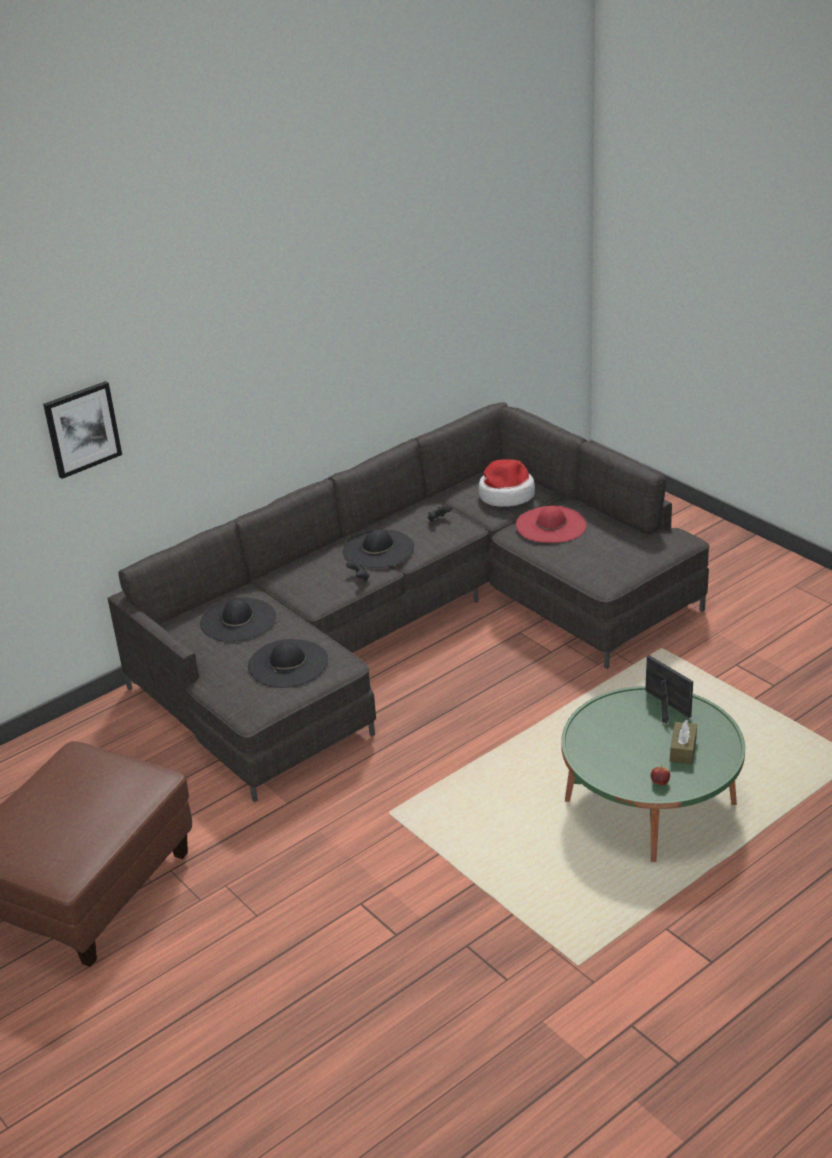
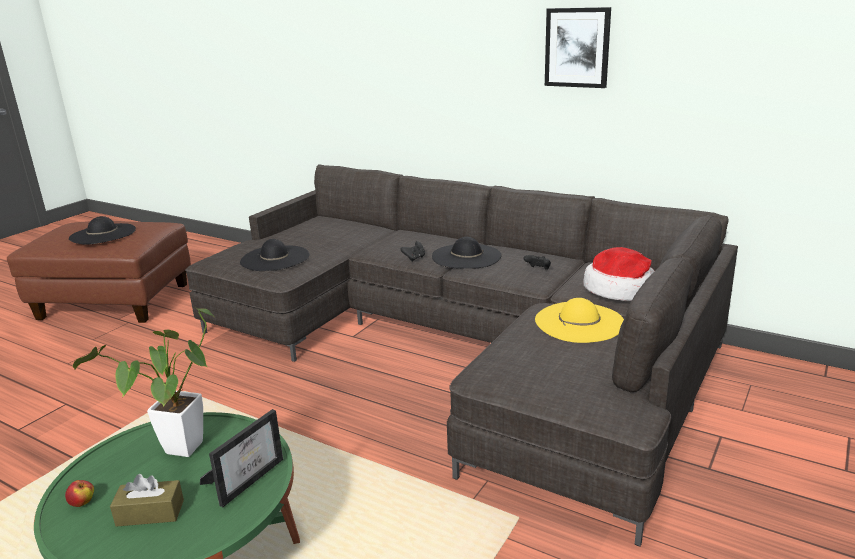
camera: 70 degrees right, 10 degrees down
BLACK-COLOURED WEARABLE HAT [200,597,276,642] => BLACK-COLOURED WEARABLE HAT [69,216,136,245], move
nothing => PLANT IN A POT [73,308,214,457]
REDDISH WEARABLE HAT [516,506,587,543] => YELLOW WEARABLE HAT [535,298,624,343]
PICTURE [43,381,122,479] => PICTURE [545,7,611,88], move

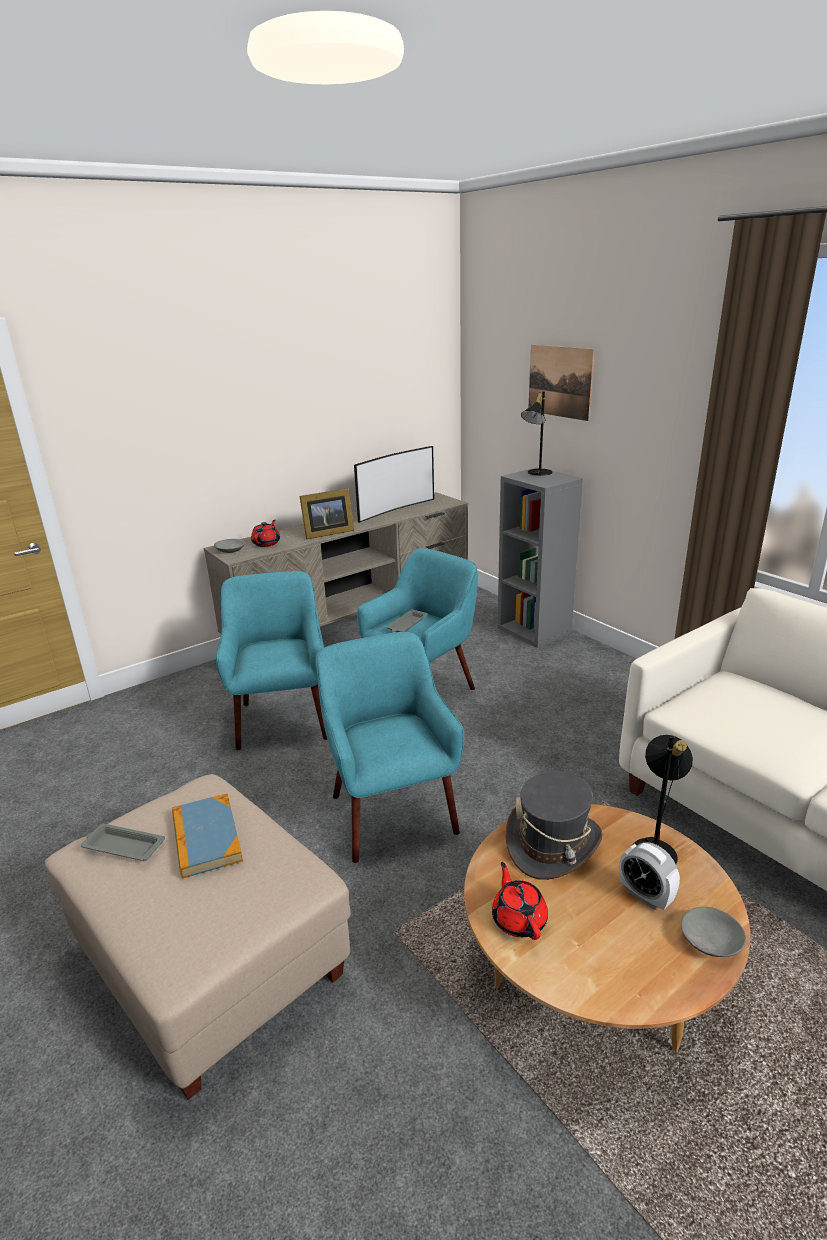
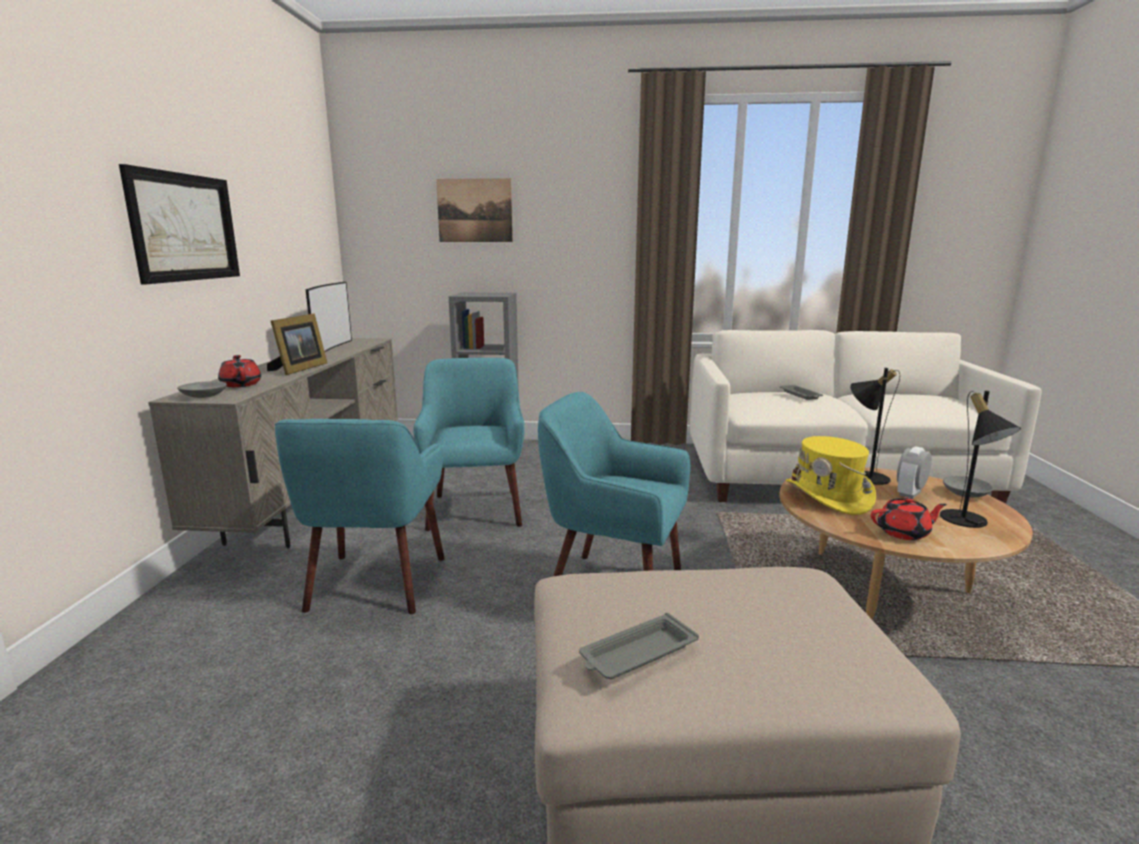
camera: 50 degrees left, 10 degrees down
nothing => PICTURE [119,164,240,284]
BLUE-GREEN EASY CHAIR [216,571,327,750] => BLUE-GREEN EASY CHAIR [275,419,445,614], 120 degrees counterclockwise
GREY SERVING TRAY [386,609,428,632] => GREY SERVING TRAY [780,385,823,400], move
GREY WEARABLE HAT [505,771,603,880] => YELLOW WEARABLE HAT [786,436,876,515]
REDDISH TEA POT [492,862,548,940] => REDDISH TEA POT [871,497,947,540], 150 degrees clockwise
TABLE CLOCK [619,842,680,910] => TABLE CLOCK [897,446,932,499], 135 degrees clockwise
BLACK-COLOURED LAMP FOR A TABLE [521,391,552,476] => BLACK-COLOURED LAMP FOR A TABLE [940,390,1021,528], move
BOOK [172,793,243,879] => nothing

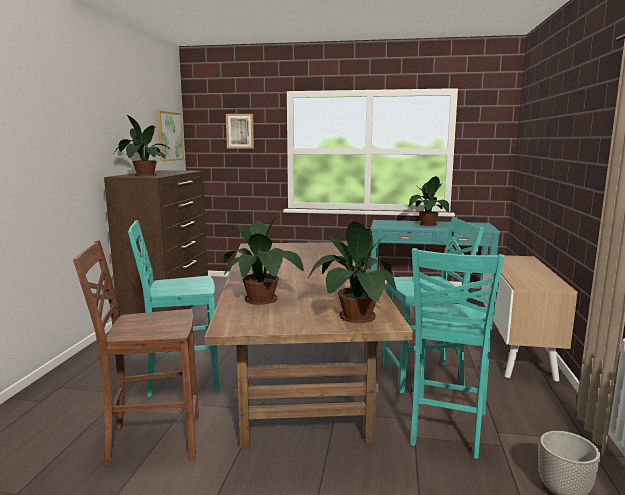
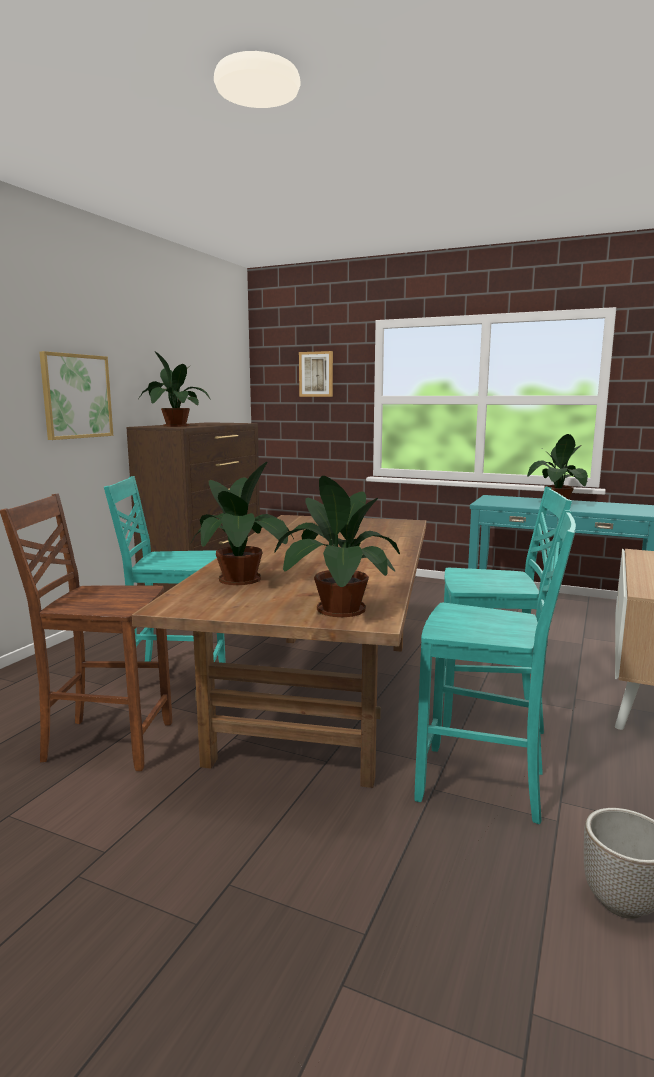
camera: 15 degrees right, 0 degrees up
PICTURE [157,111,184,162] => PICTURE [39,351,113,440], move
BLUE-GREEN CHAIR [410,248,504,458] => BLUE-GREEN CHAIR [414,510,576,824], 105 degrees counterclockwise

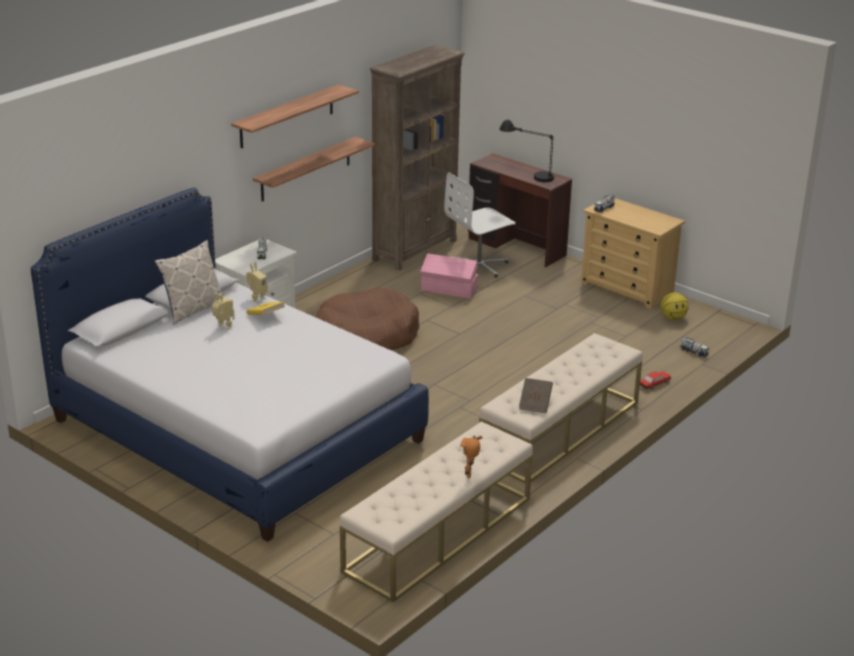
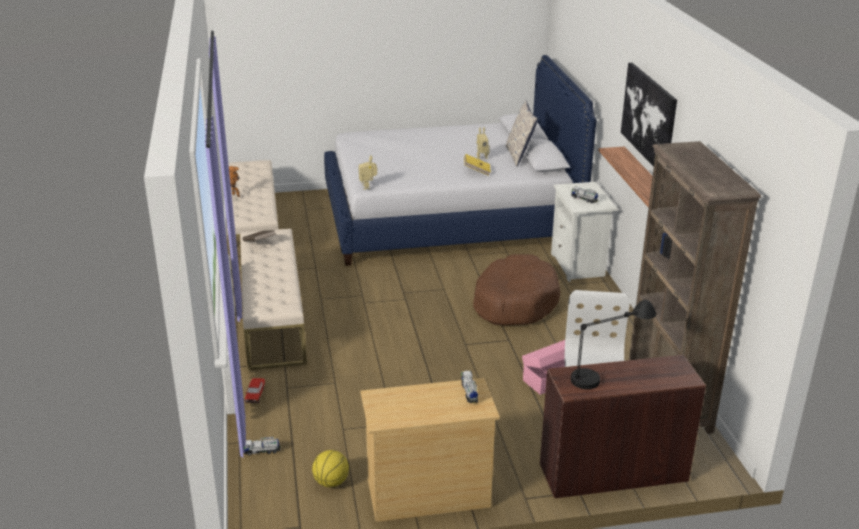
camera: 130 degrees right, 0 degrees up
MODEL ROBOT [246,262,268,303] => MODEL ROBOT [359,155,377,190], move
WALL SHELF [231,84,359,148] => PICTURE [621,63,677,167]

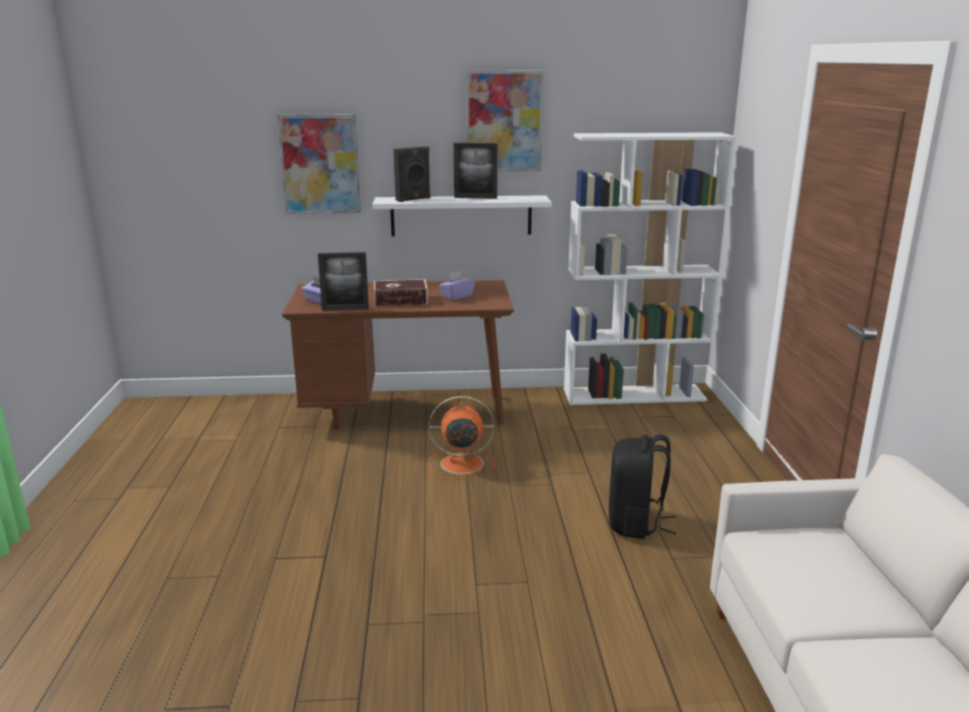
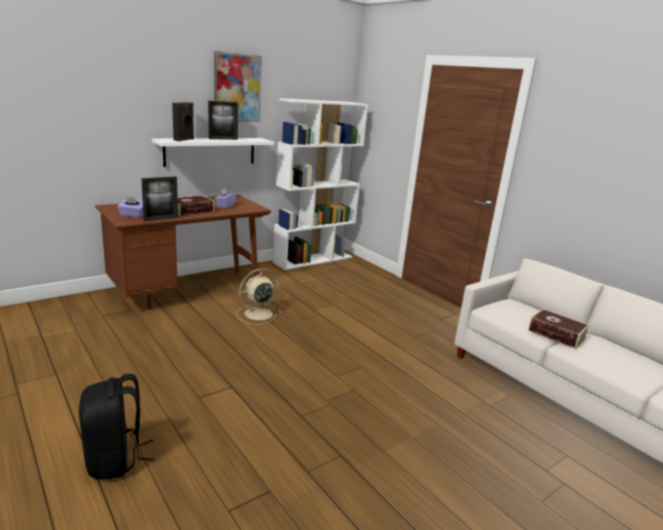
camera: 35 degrees left, 0 degrees up
BLACK-COLOURED KNAPSACK [609,434,676,539] => BLACK-COLOURED KNAPSACK [79,374,154,480], move
ORANGE-COLOURED ELECTRIC FAN [429,396,496,480] => SAND-COLOURED ELECTRIC FAN [236,268,282,325]
nothing => BOOK [528,309,590,349]
PICTURE [277,114,361,214] => nothing

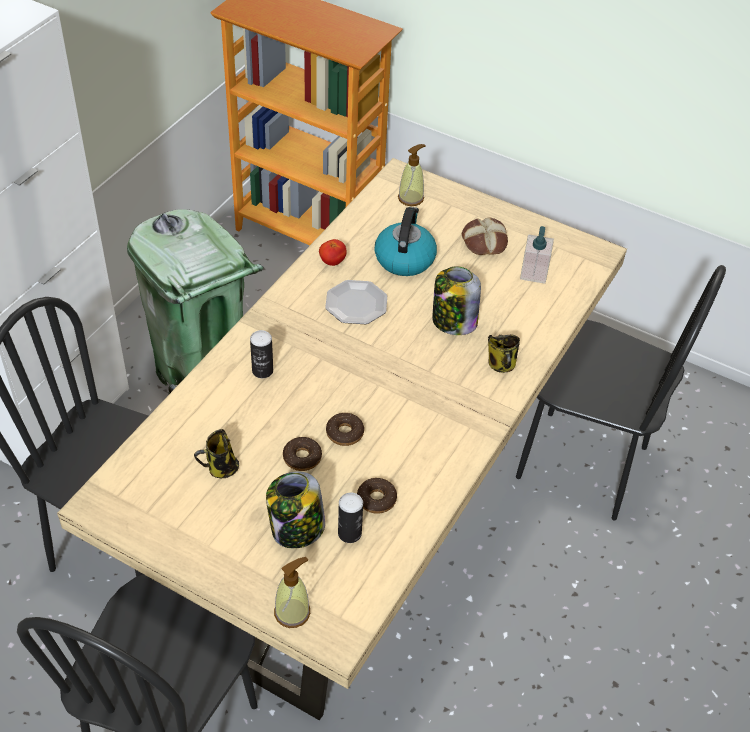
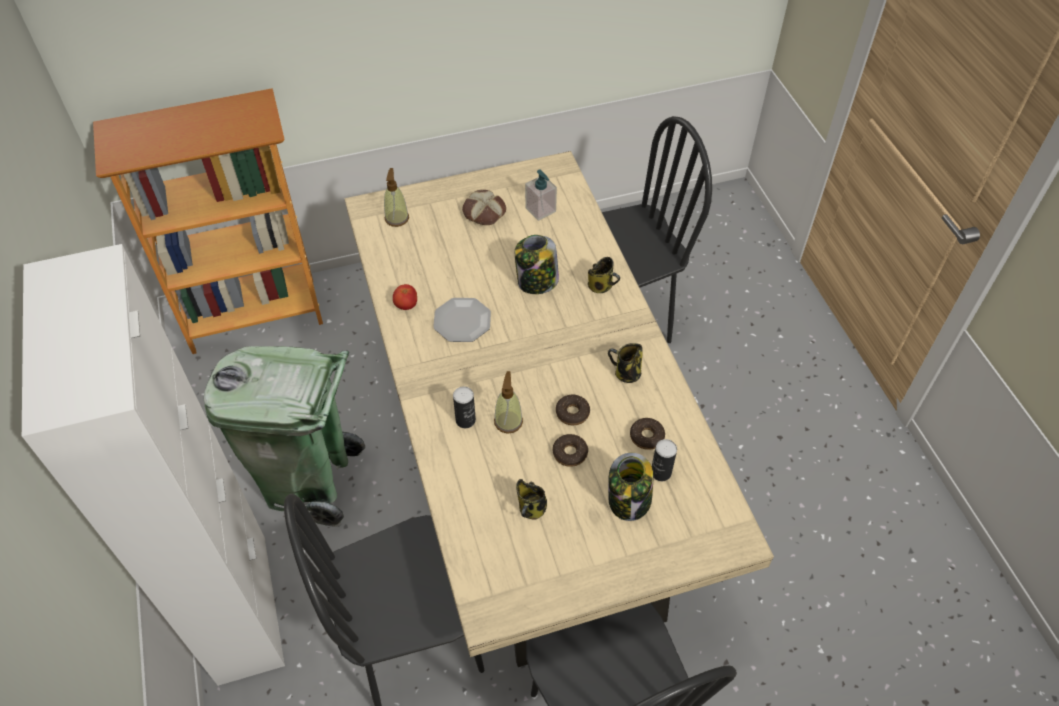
camera: 45 degrees left, 5 degrees up
SOAP BOTTLE [274,557,310,628] => SOAP BOTTLE [494,371,523,434], move
nothing => COFFEE MUG [608,343,643,383]
TEA KETTLE [374,207,437,276] => nothing

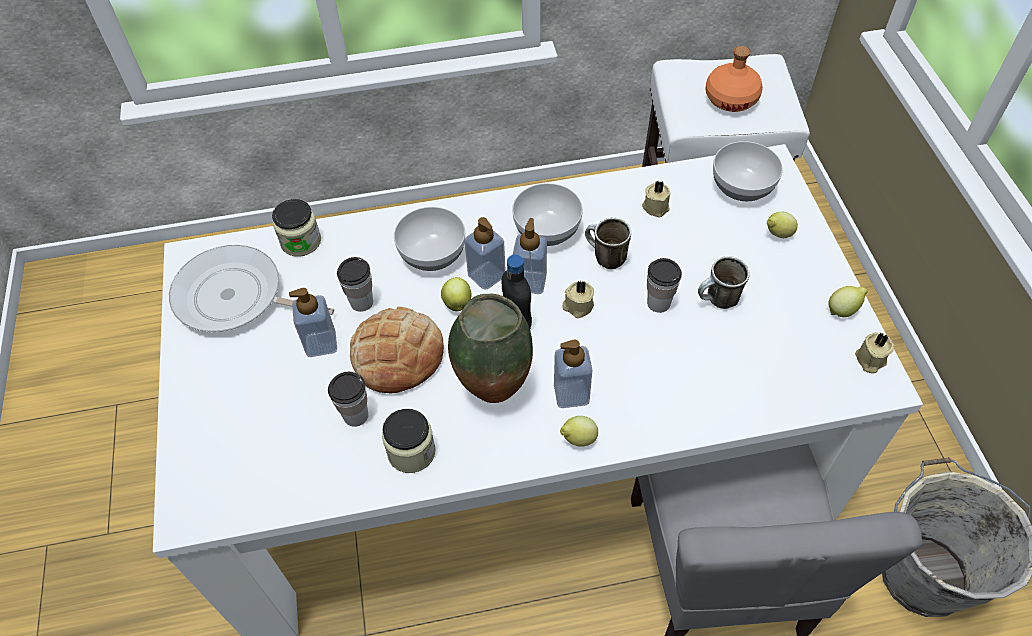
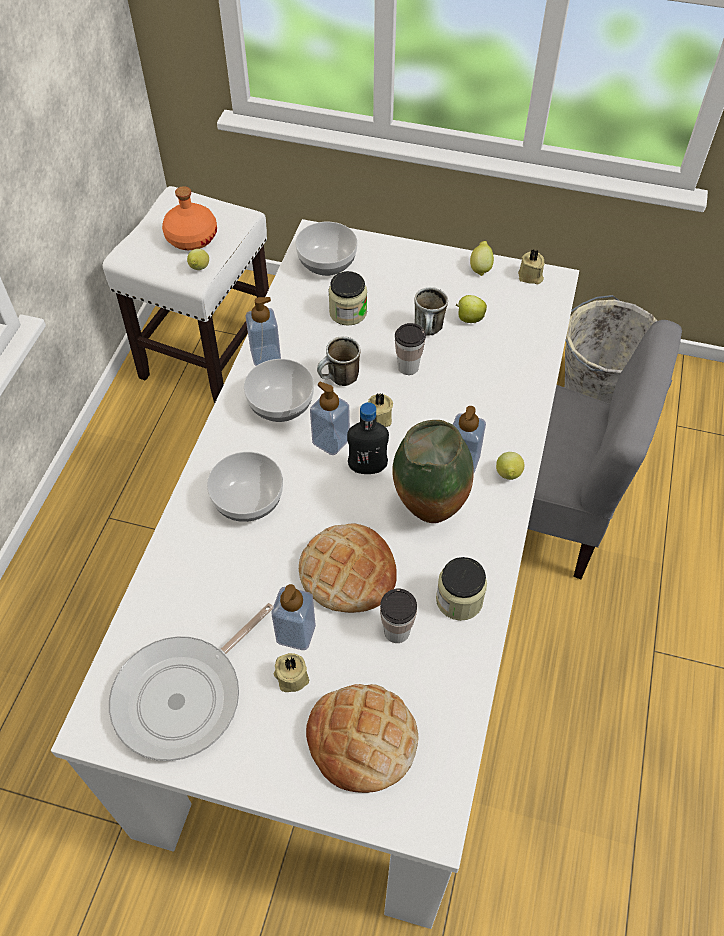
camera: 65 degrees left, 0 degrees up
LEMON [767,212,798,238] => LEMON [187,249,209,270], move
SOAP BOTTLE [464,217,506,290] => SOAP BOTTLE [245,297,281,366], move
SAND-COLOURED CANDLE [642,180,670,218] => SAND-COLOURED CANDLE [274,653,309,692], move
nothing => BREAD [306,684,418,793]
JAR [272,199,321,257] => JAR [328,271,367,326], move
WHOLE APPLE [441,277,471,311] => WHOLE APPLE [456,295,487,323], move
DRINKING CUP [337,257,373,312] => nothing

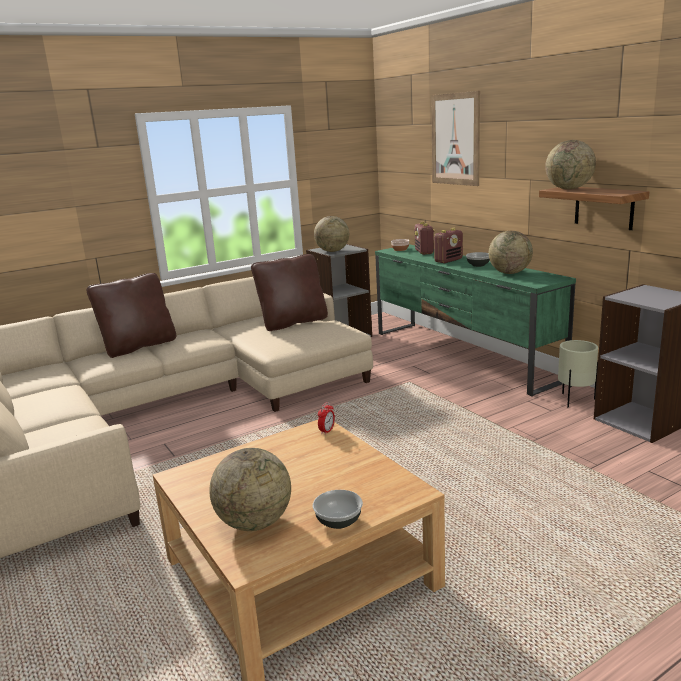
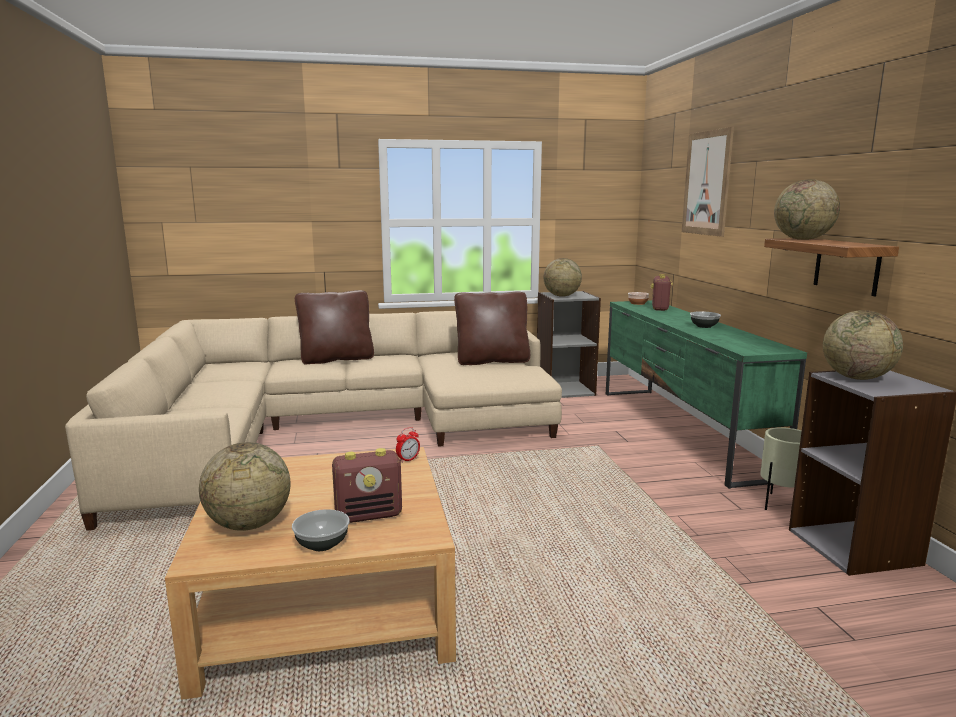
camera: 20 degrees right, 5 degrees down
RADIO [434,228,463,263] => RADIO [332,448,402,523], move
GLOBE [489,231,533,274] => GLOBE [823,310,903,380], move

